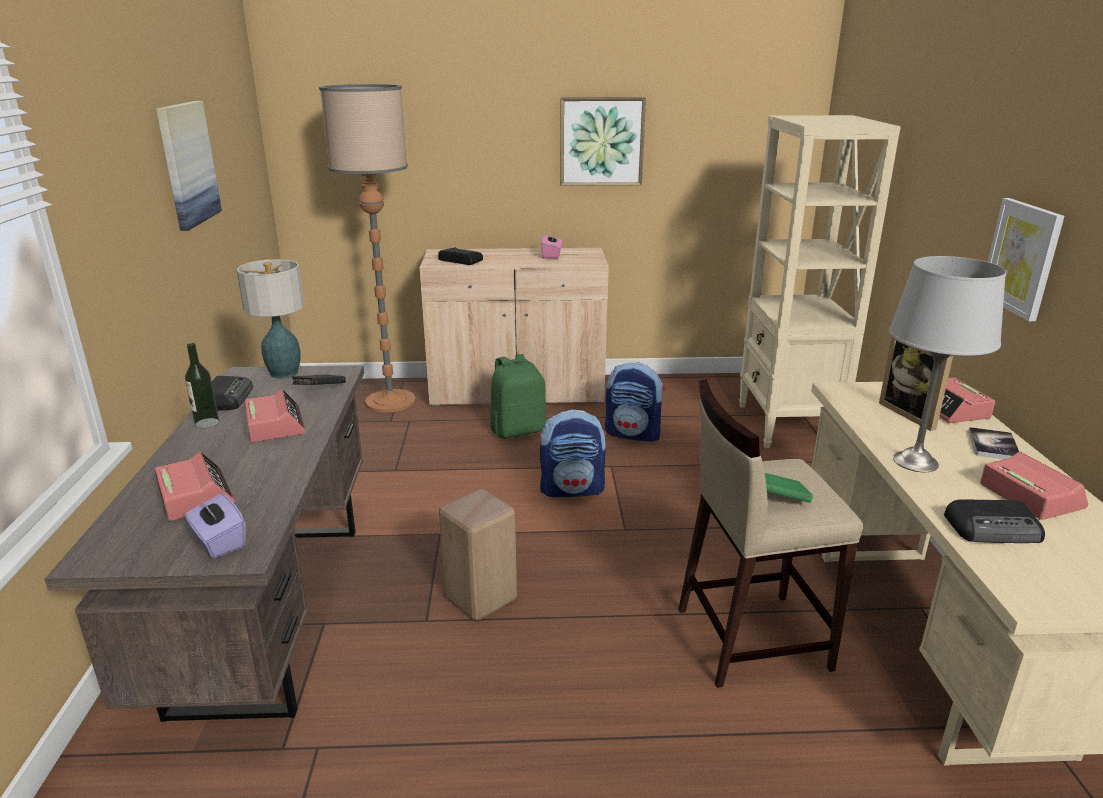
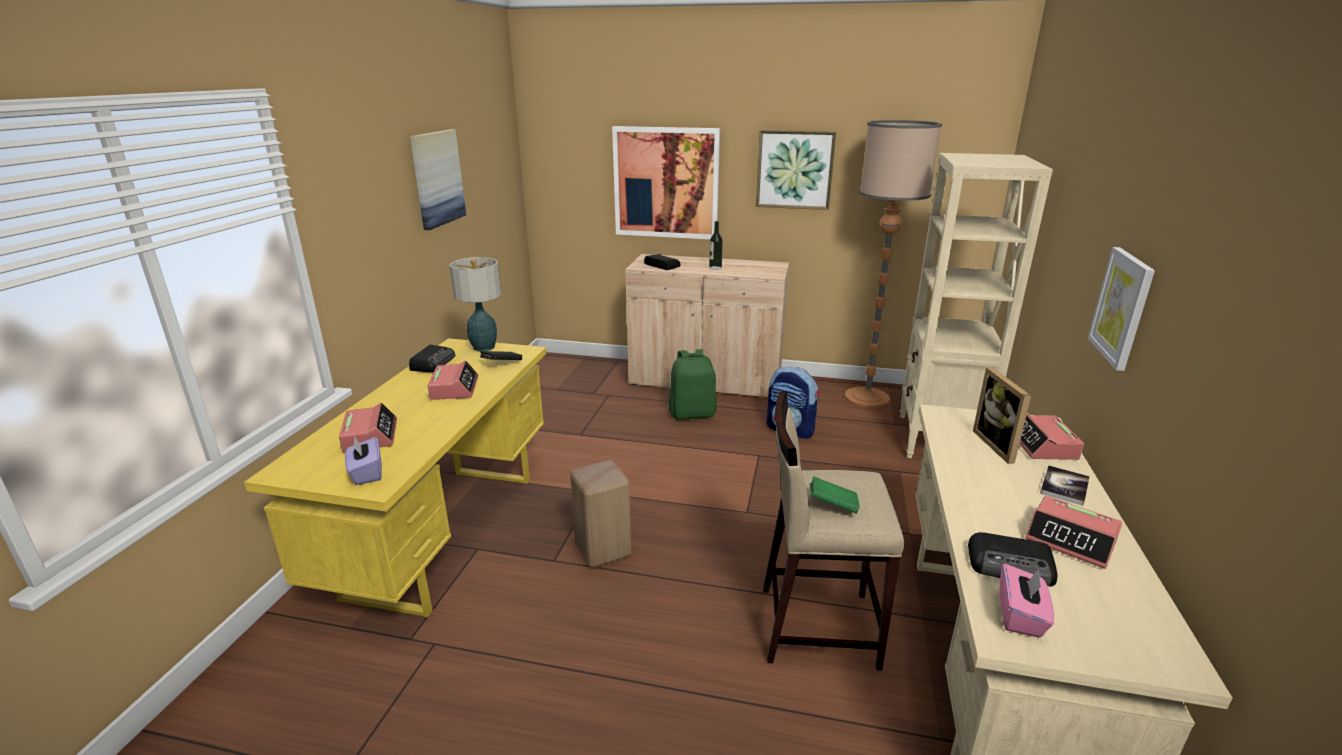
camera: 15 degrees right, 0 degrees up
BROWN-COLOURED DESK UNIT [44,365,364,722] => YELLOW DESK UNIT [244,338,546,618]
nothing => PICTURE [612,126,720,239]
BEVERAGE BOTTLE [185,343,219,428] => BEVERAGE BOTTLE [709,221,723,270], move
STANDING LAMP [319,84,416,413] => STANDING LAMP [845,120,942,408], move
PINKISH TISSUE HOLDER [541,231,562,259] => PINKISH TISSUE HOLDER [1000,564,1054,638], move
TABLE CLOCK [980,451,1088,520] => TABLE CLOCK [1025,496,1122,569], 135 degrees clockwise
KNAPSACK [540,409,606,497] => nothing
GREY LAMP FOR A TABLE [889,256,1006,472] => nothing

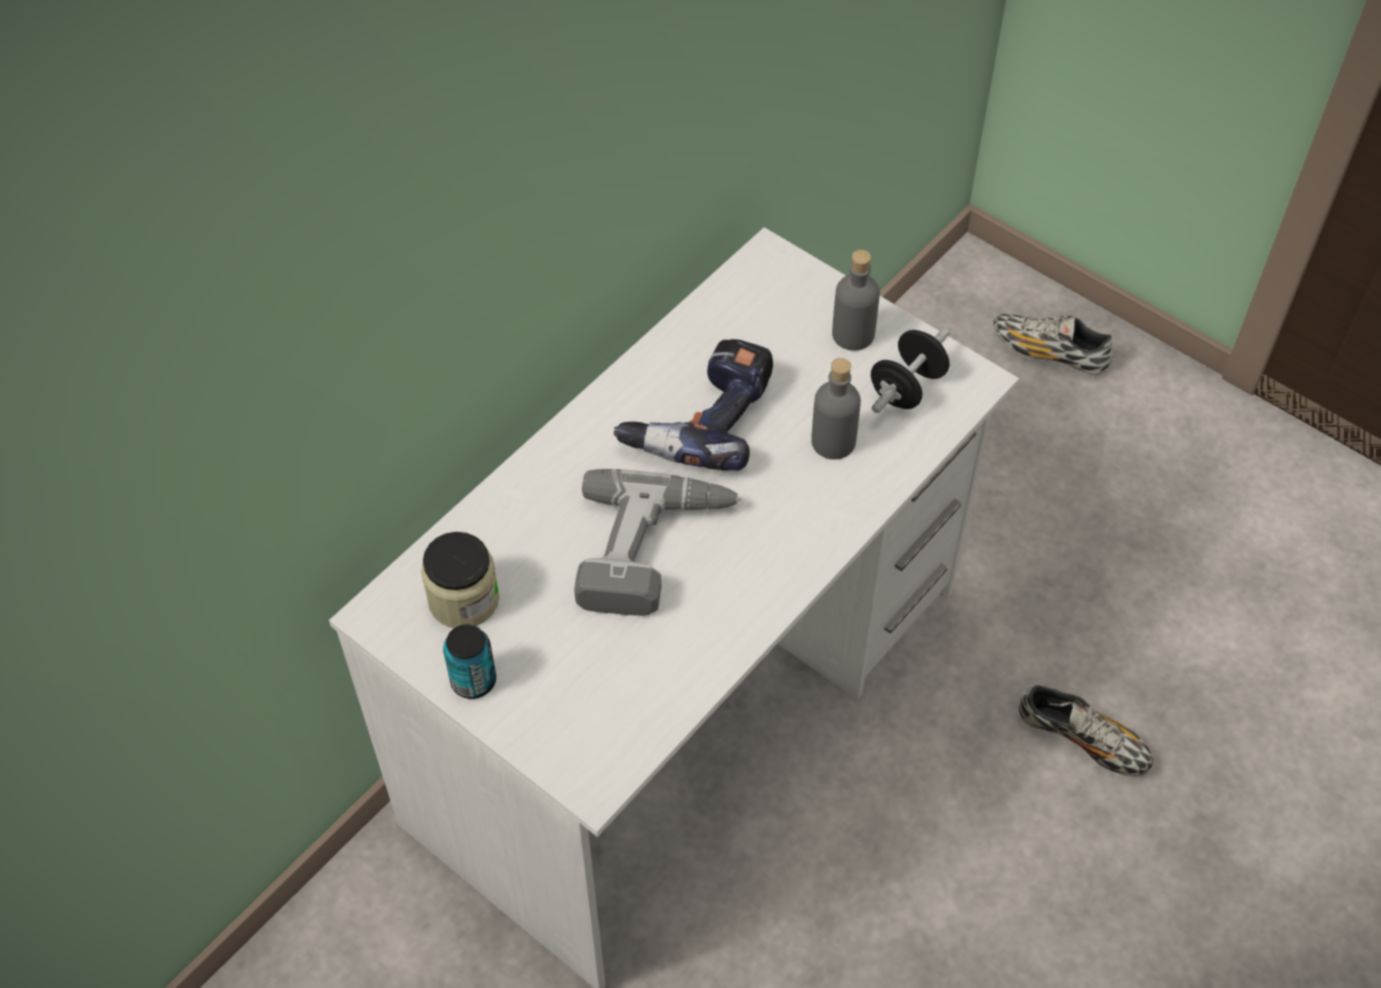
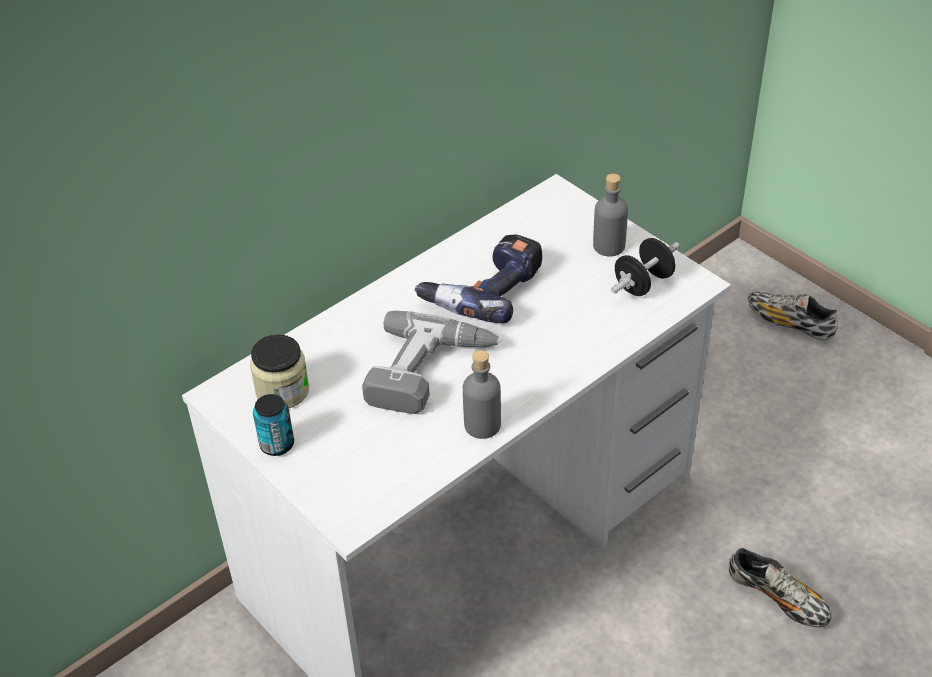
camera: 10 degrees right, 10 degrees down
GREY BEVERAGE BOTTLE [811,358,861,459] => GREY BEVERAGE BOTTLE [463,350,501,439], move

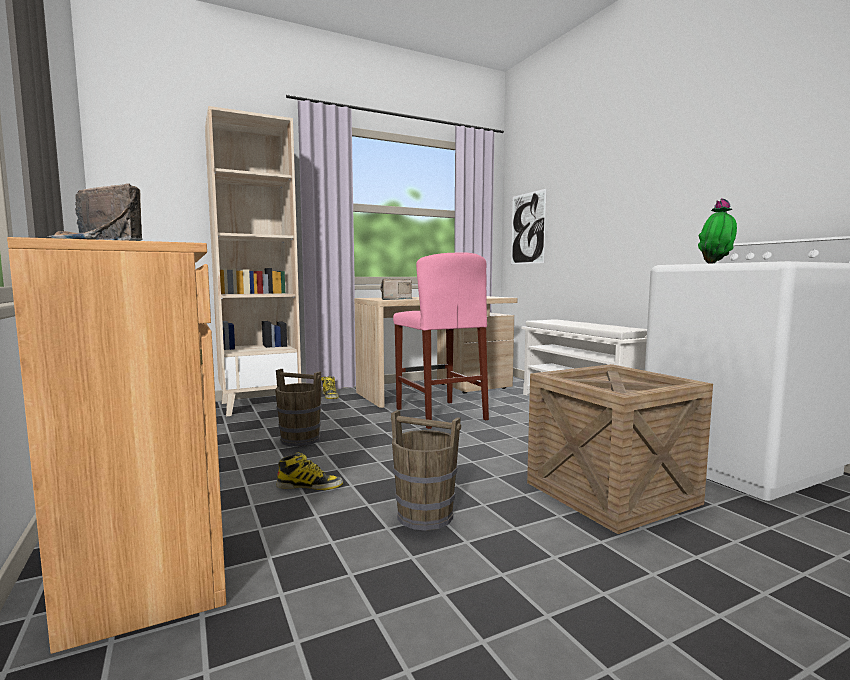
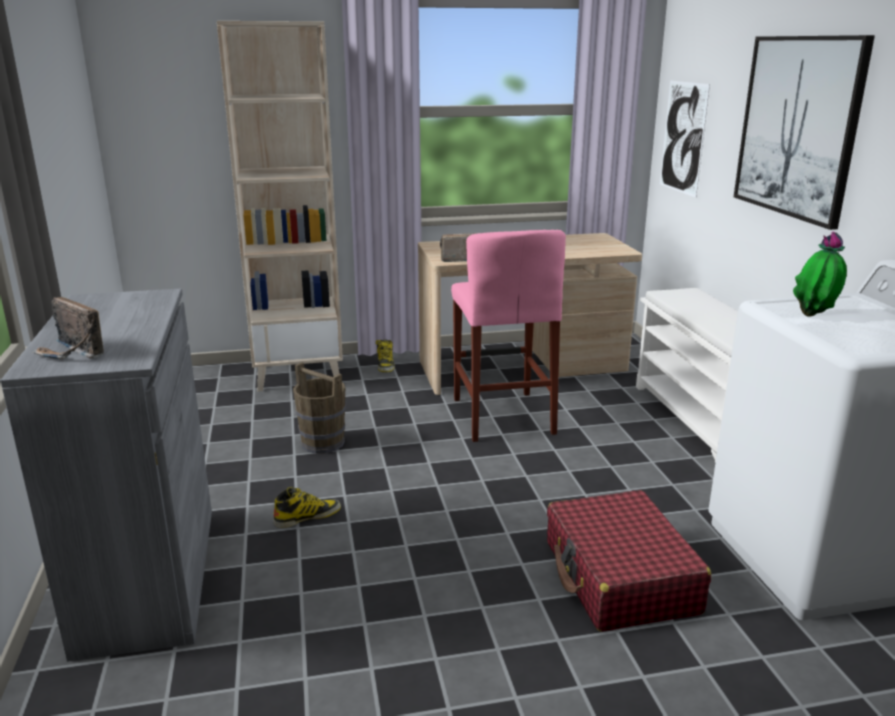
camera: 15 degrees right, 15 degrees up
BROWN-COLOURED STORAGE CABINET [7,237,226,654] => GREY STORAGE CABINET [0,289,212,662]
TALL BOOT [277,452,343,490] => TALL BOOT [274,487,341,528], 45 degrees counterclockwise
CRATE [527,364,713,534] => REDDISH SUITCASE [547,490,711,632]
nothing => PICTURE [734,35,875,230]
BROWN-COLOURED BUCKET [391,410,461,531] => nothing

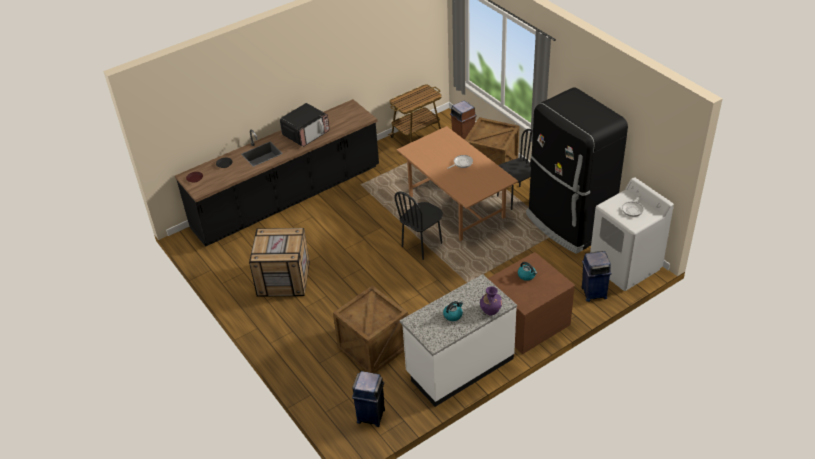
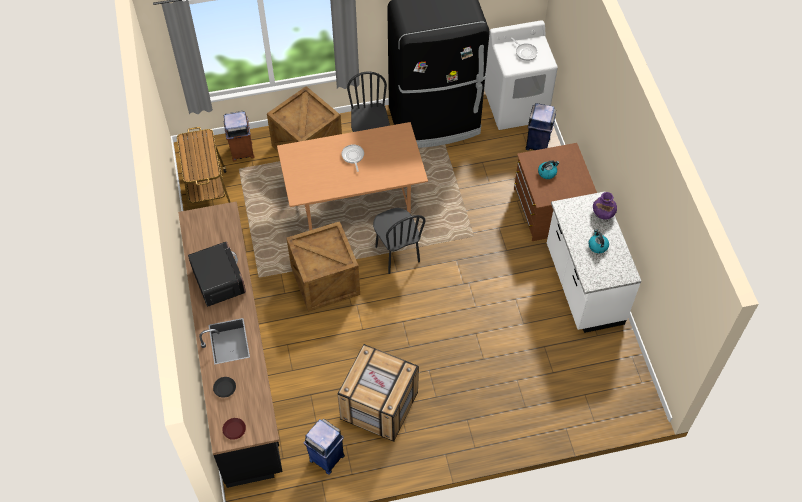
camera: 70 degrees left, 15 degrees up
CRATE [333,285,408,373] => CRATE [286,221,360,312], move
BLUISH RUBBISH BIN [352,371,385,427] => BLUISH RUBBISH BIN [303,419,345,475], move

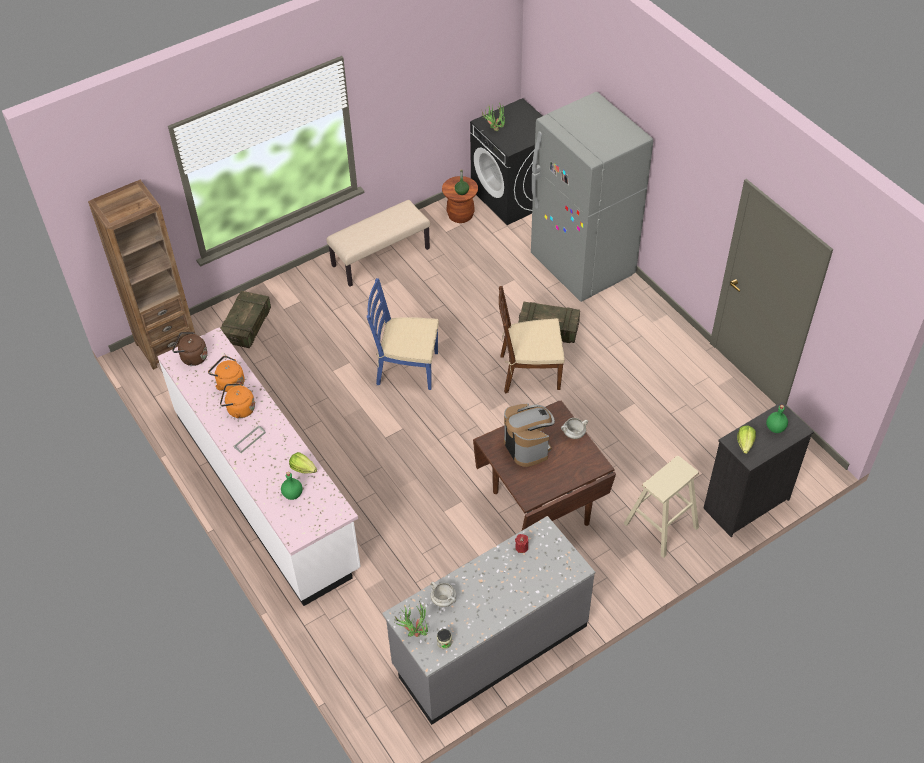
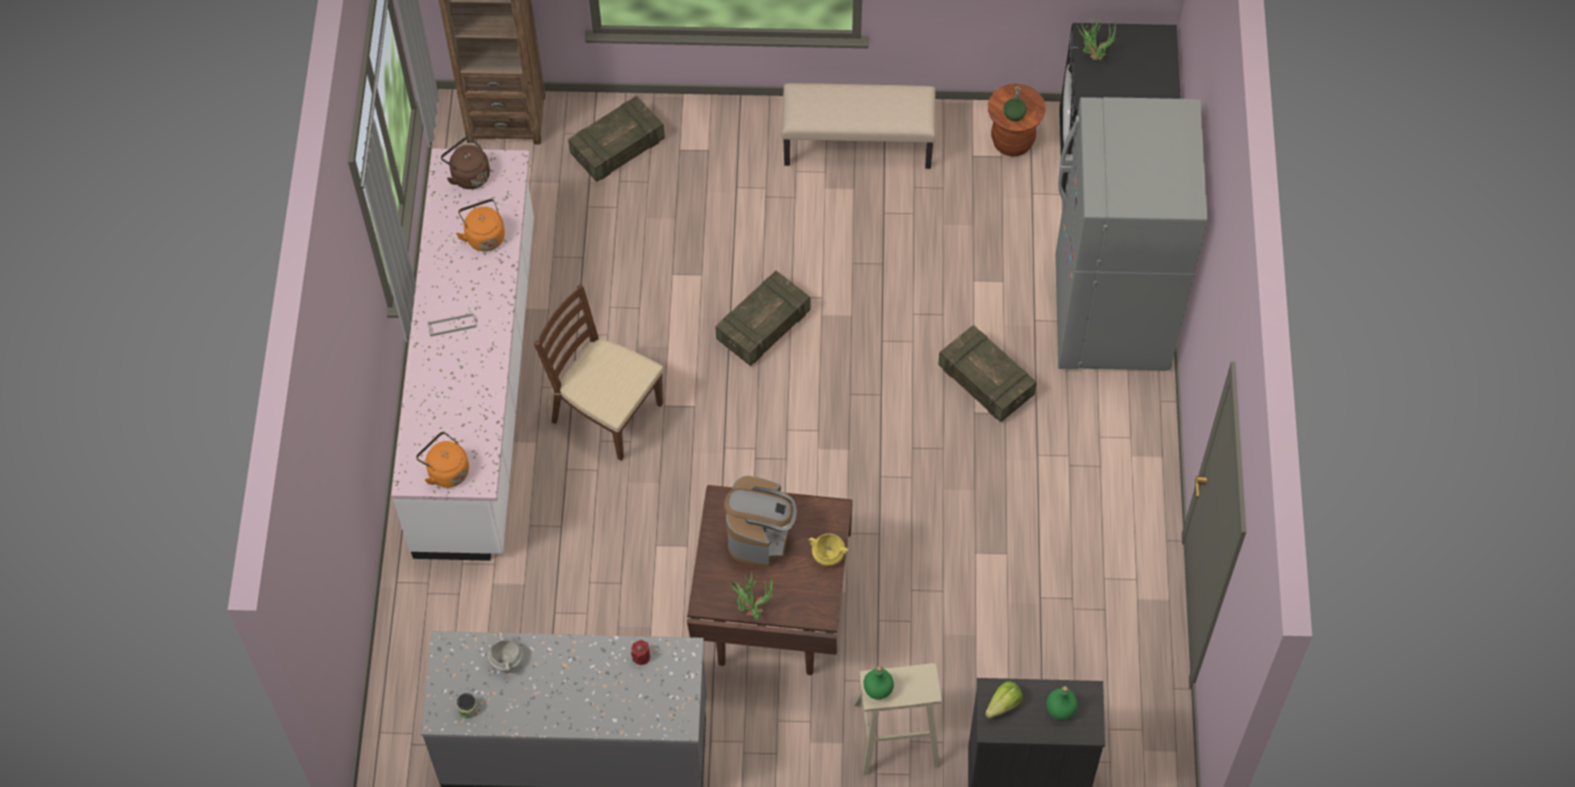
camera: 35 degrees right, 10 degrees up
ORANGE-COLOURED TEA KETTLE [220,383,255,418] => ORANGE-COLOURED TEA KETTLE [416,432,469,488], move
BROWN-COLOURED CHAIR [499,286,565,394] => BROWN-COLOURED CHAIR [534,284,663,461], move
BLUISH CHAIR [367,278,439,390] => CRATE [715,270,811,366]
PLANT IN A POT [395,601,428,637] => PLANT IN A POT [729,571,774,620], move
WHITE STOCKPOT [561,418,588,439] => YELLOW STOCKPOT [808,534,849,566]
GREEN-COLOURED BEVERAGE BOTTLE [281,472,303,500] => GREEN-COLOURED BEVERAGE BOTTLE [863,666,894,700], move
LETTUCE [289,452,317,473] => nothing

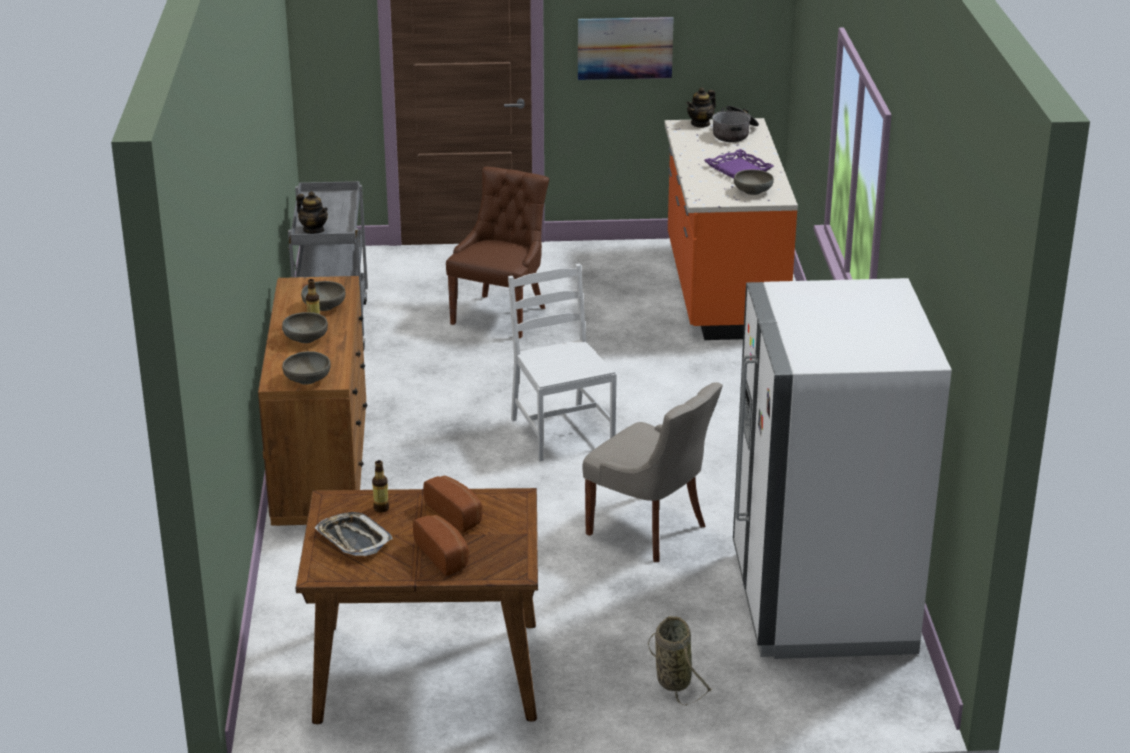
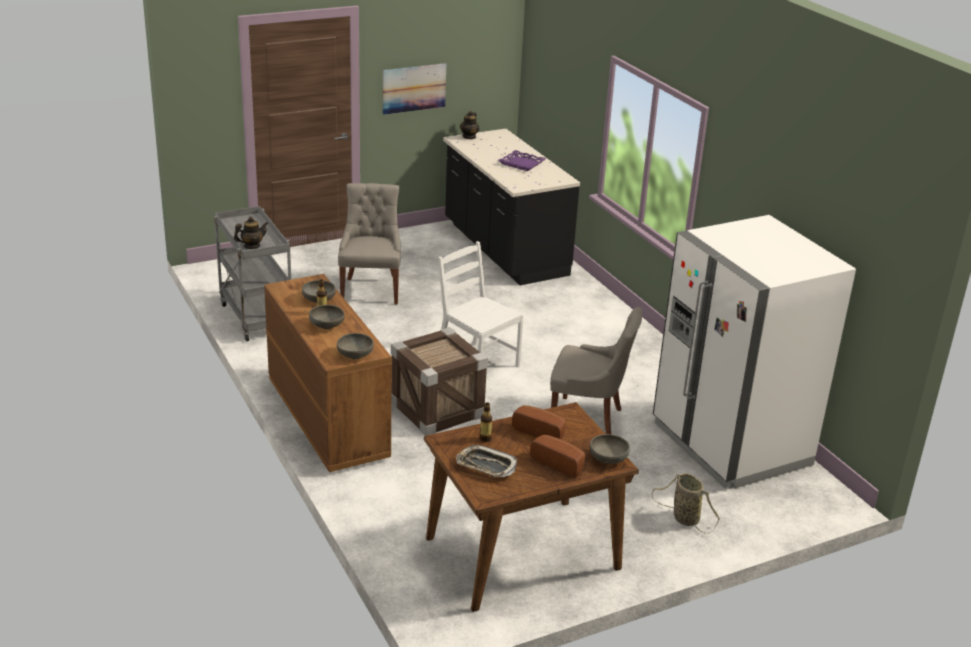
camera: 25 degrees left, 0 degrees up
TEA POT [296,191,328,234] => TEA POT [234,216,268,249], 45 degrees counterclockwise
BROWN-COLOURED CHAIR [446,166,549,338] => GREY CHAIR [338,183,401,305]
nothing => CRATE [391,327,488,436]
ORANGE-COLOURED COUNTER [664,118,798,340] => BLACK-COLOURED COUNTER [443,129,580,285]
GREY BOWL [734,169,774,195] => GREY BOWL [590,434,630,464], move
STOCKPOT [712,106,759,142] => nothing

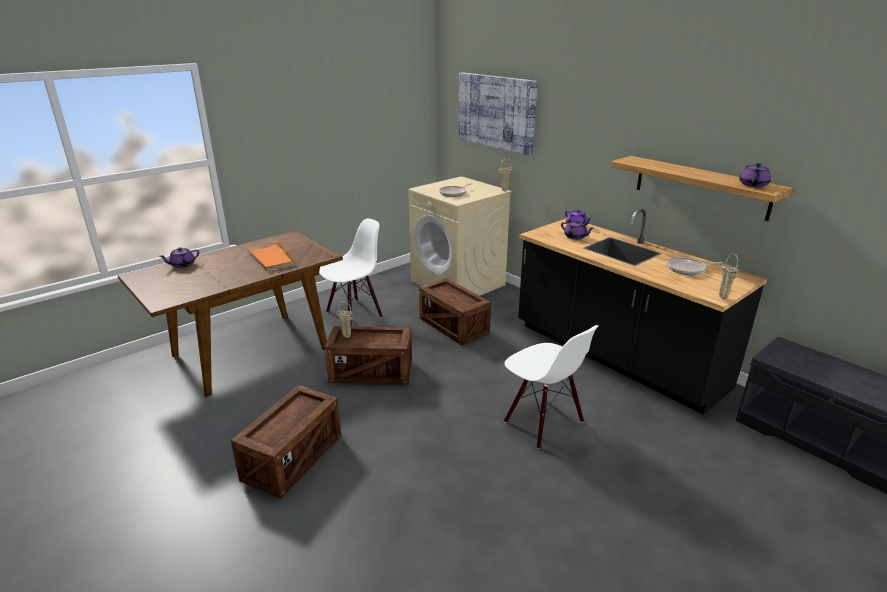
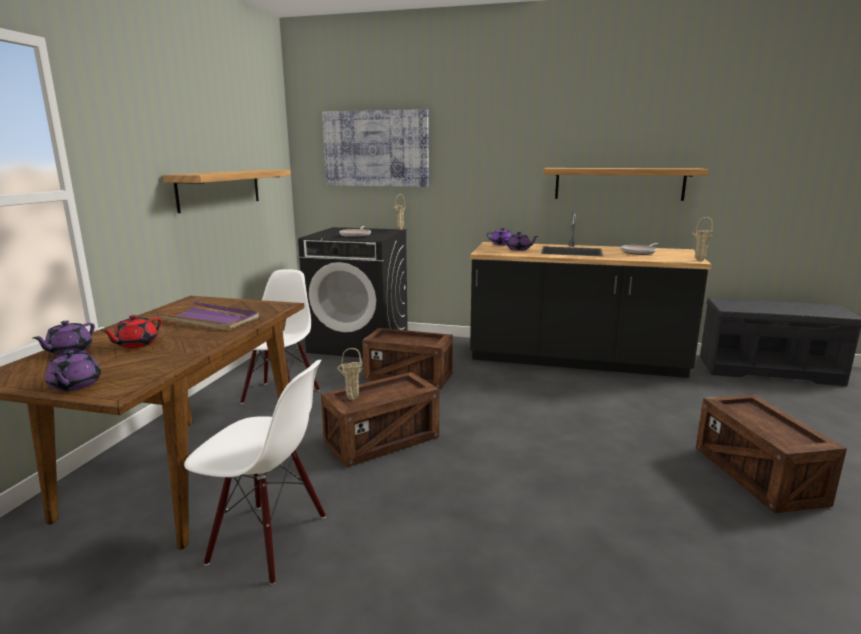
camera: 35 degrees left, 10 degrees down
PURPLE-COLOURED TEA POT [739,163,771,187] => PURPLE-COLOURED TEA POT [45,350,101,391], move
nothing => REDDISH TEA POT [101,315,162,349]
ORANGE-COLOURED SERVING TRAY [245,241,295,271] => PURPLE-COLOURED SERVING TRAY [157,302,259,331]
nothing => WALL SHELF [163,170,291,213]
WHITE CHAIR [504,325,599,449] => WHITE CHAIR [184,360,326,585], move
SAND-COLOURED WASHING MACHINE [408,176,512,296] => BLACK-COLOURED WASHING MACHINE [298,227,408,358]
CRATE [231,385,341,499] => CRATE [696,394,847,513], move

